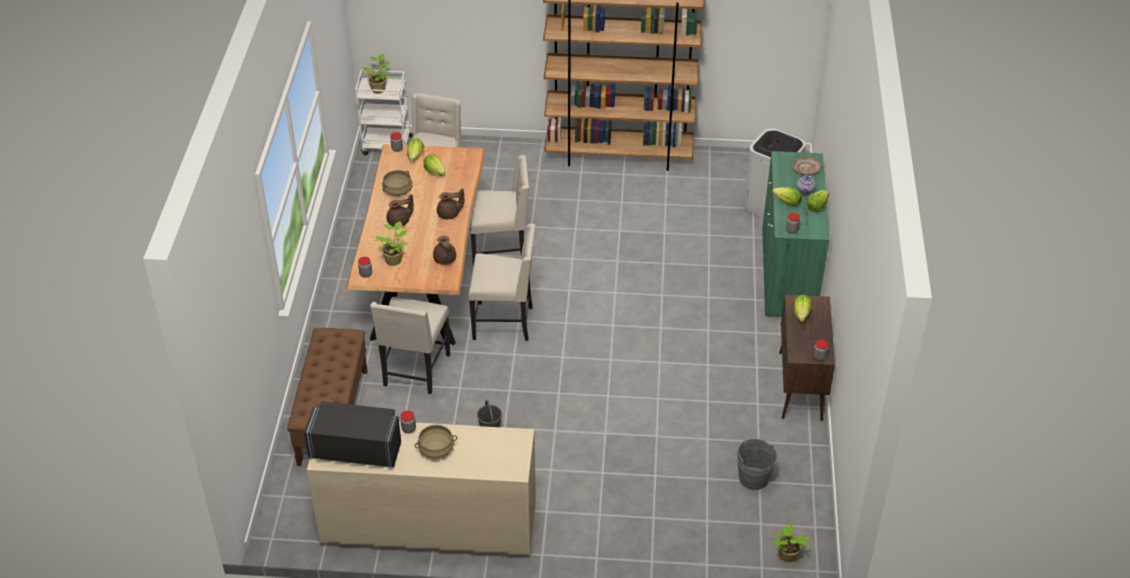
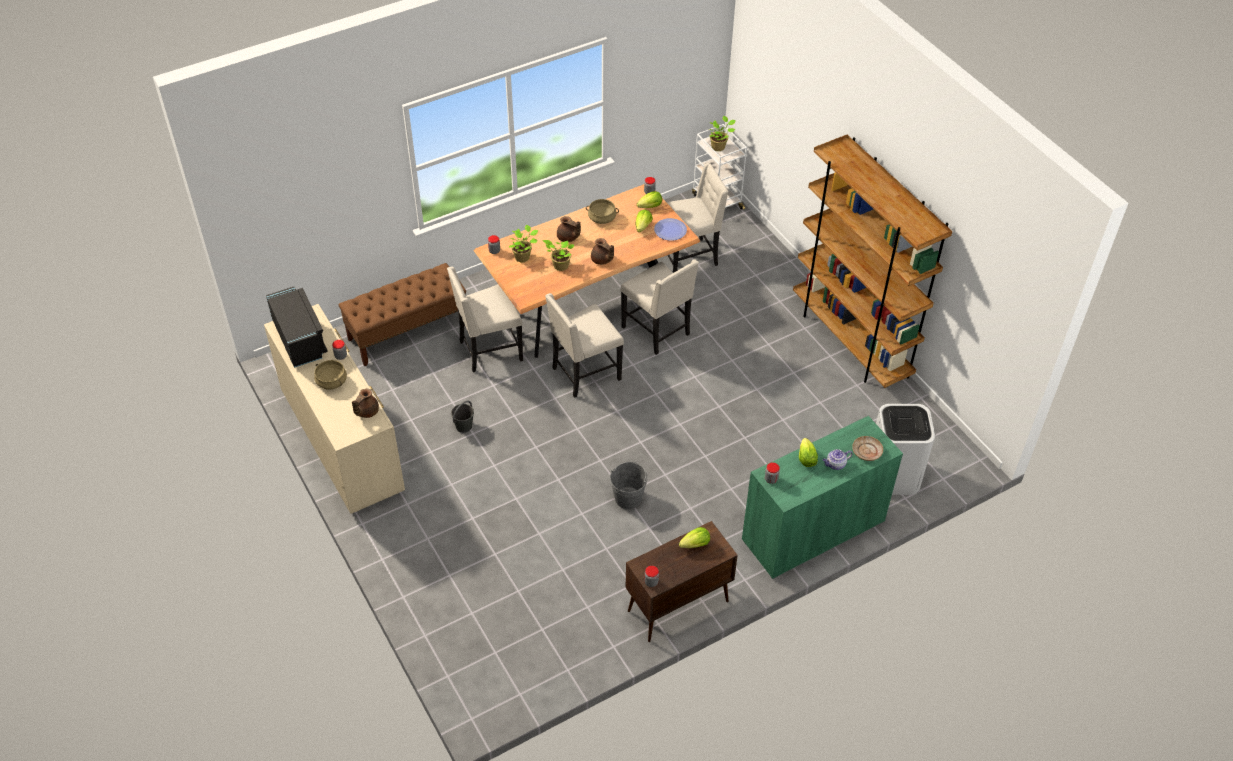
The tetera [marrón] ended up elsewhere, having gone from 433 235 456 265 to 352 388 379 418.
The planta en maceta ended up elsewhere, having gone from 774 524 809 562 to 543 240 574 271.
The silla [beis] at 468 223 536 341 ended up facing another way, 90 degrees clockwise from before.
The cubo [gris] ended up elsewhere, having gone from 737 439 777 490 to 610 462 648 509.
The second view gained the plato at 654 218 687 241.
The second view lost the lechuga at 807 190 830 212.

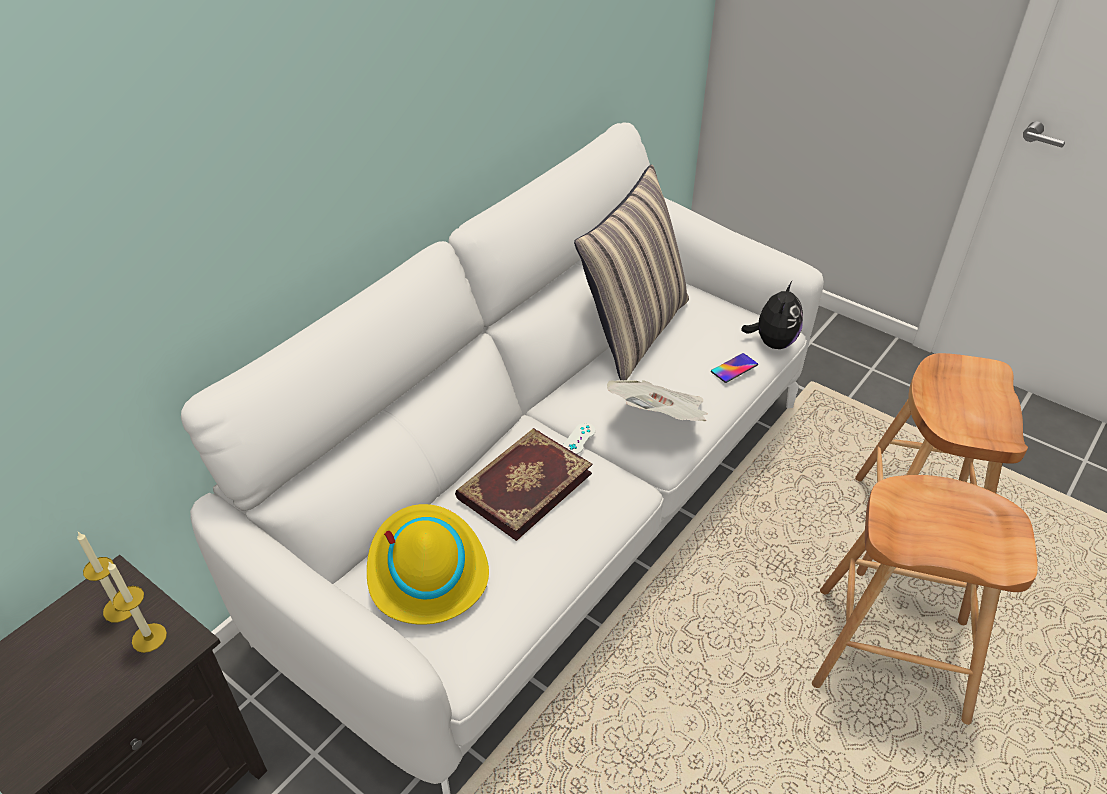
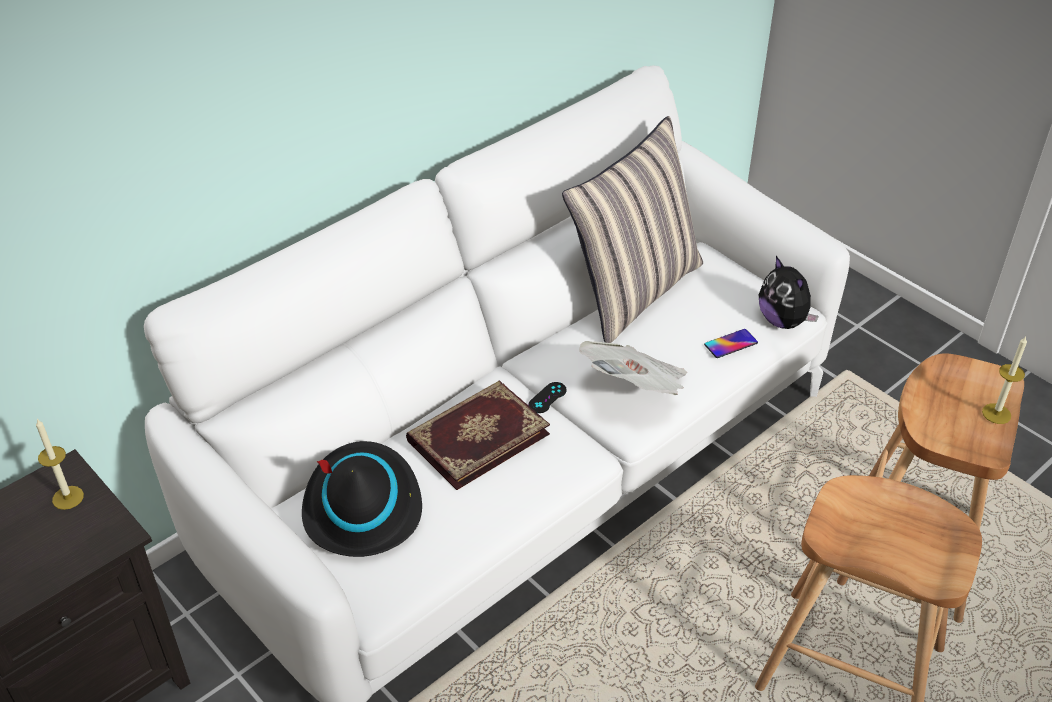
What was the sombrero [amarillo] at 367 504 489 625 turned into the sombrero [negro] at 302 441 422 557.
What was the mando de consola [blanco] at 563 423 595 454 turned into the mando de consola [negro] at 528 382 567 413.
The peluche at 741 280 803 349 ended up facing another way, 120 degrees clockwise from before.
The vela ended up elsewhere, having gone from 108 561 167 653 to 982 336 1027 424.

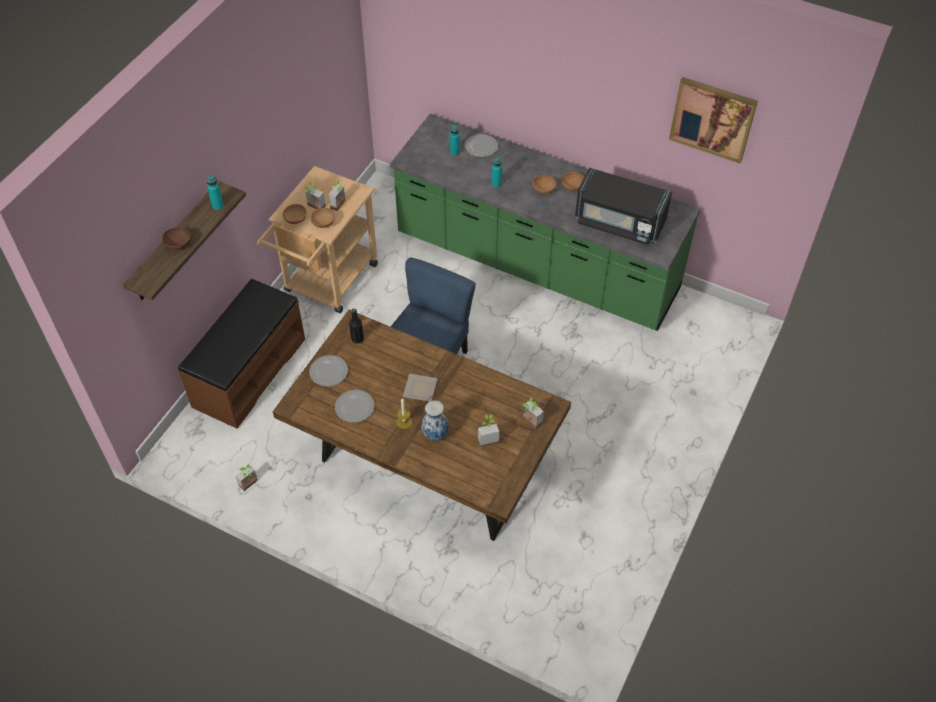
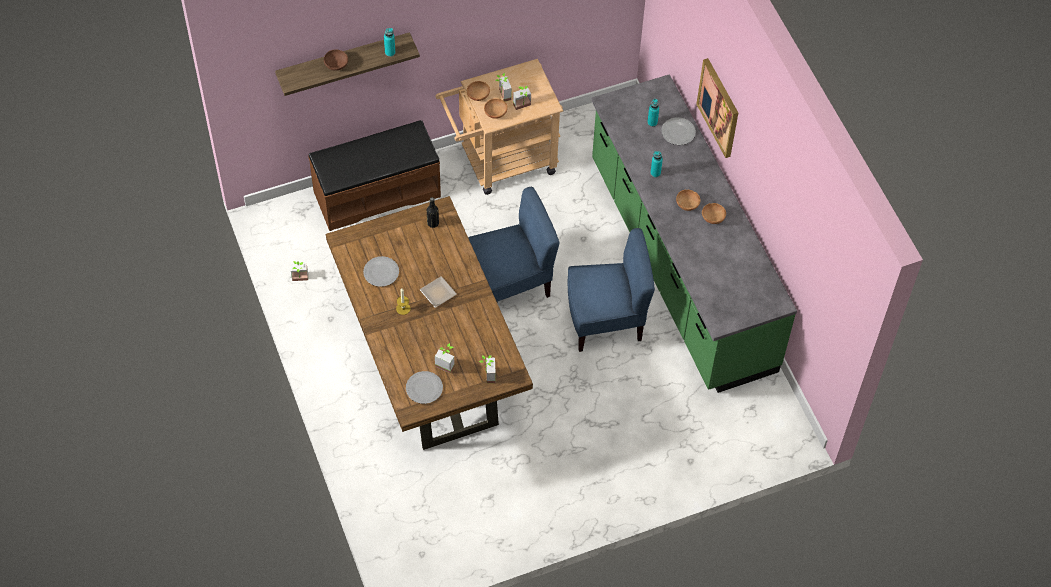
The plato ended up elsewhere, having gone from 309 355 348 387 to 406 371 443 404.
The second view gained the silla [azul] at 568 228 655 352.
The cuadro ended up elsewhere, having gone from 669 77 758 163 to 696 58 738 158.
The second view lost the florero at 421 400 449 441.
The second view lost the microondas [negro] at 575 168 672 245.

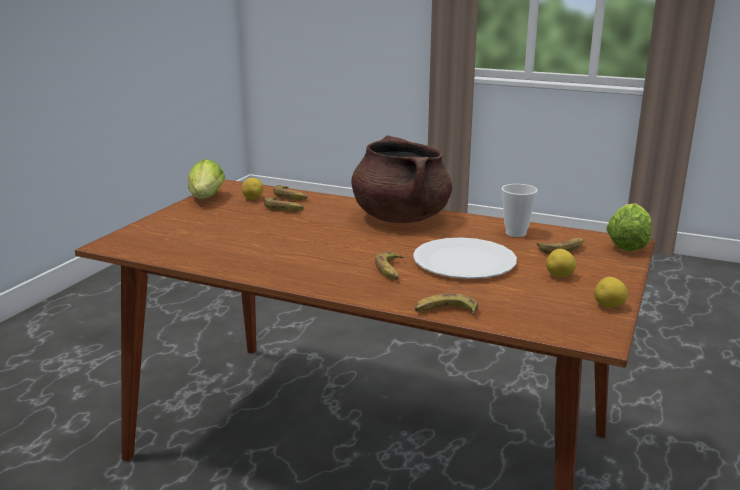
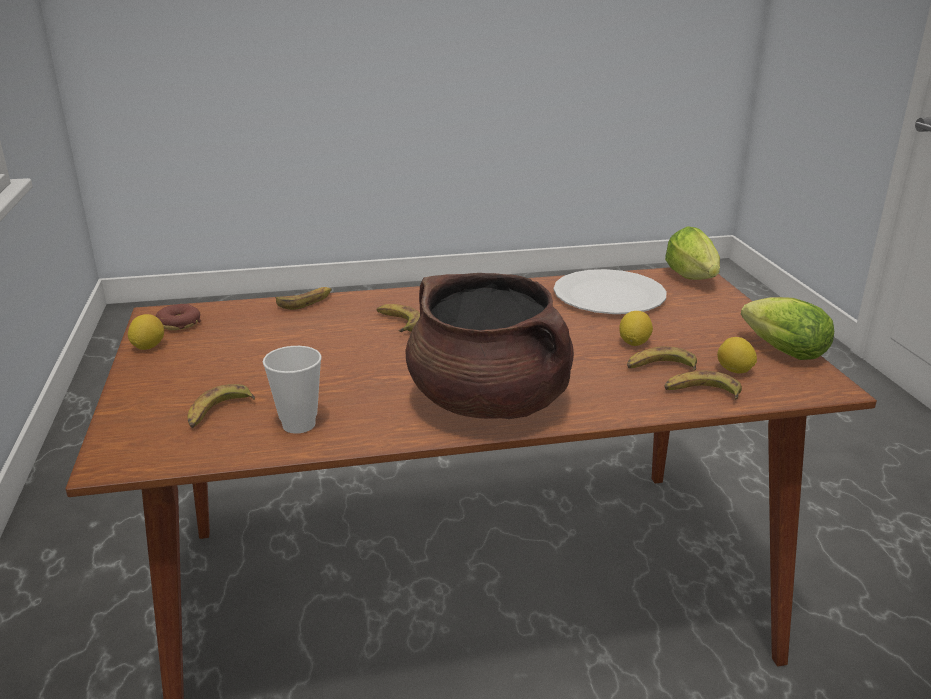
The second view gained the rosquilla at 156 304 201 330.
The plato [blanco] ended up elsewhere, having gone from 413 237 517 279 to 553 269 666 314.
The limón ended up elsewhere, having gone from 546 249 576 277 to 619 311 653 346.
The lechuga ended up elsewhere, having gone from 606 203 652 251 to 665 226 720 280.

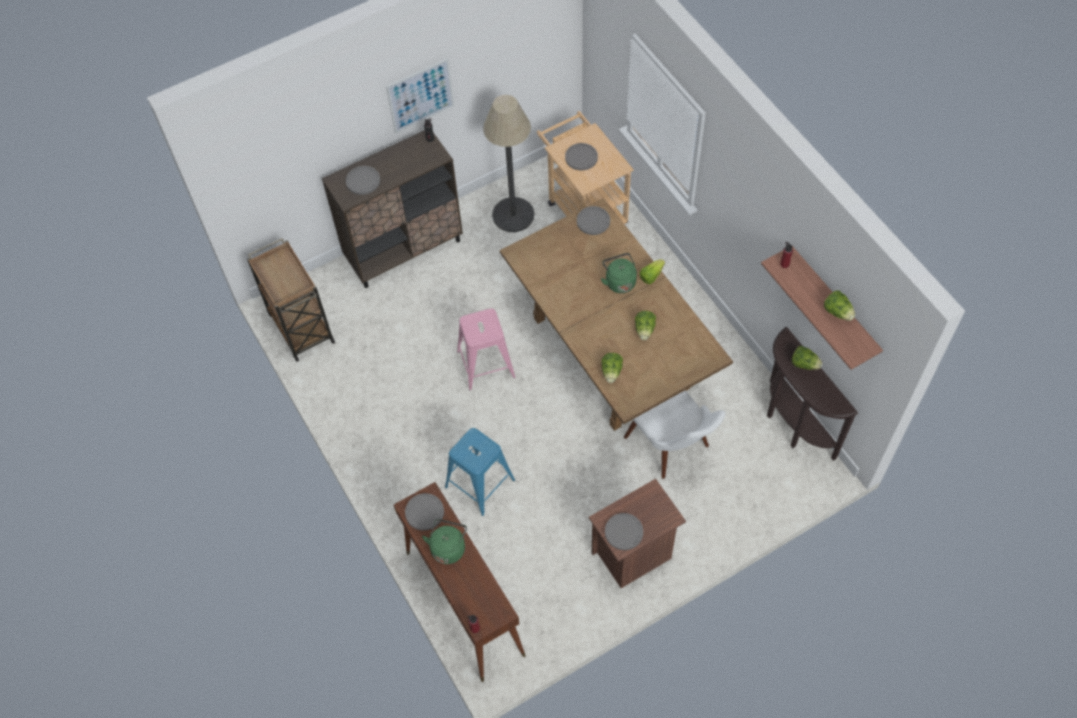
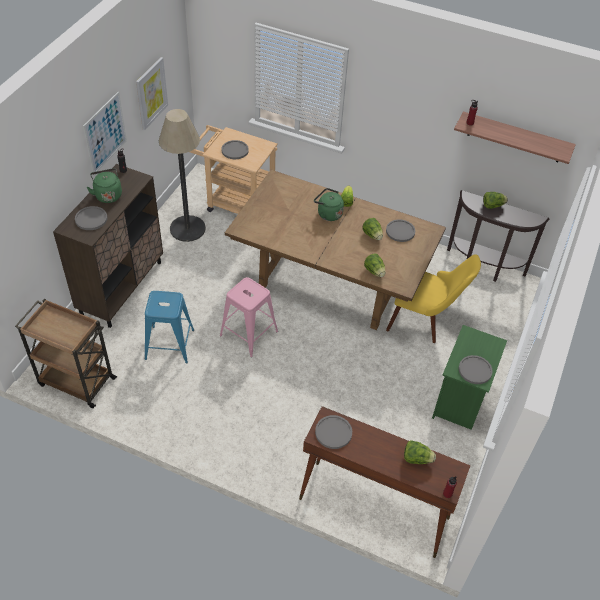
The hervidor [verde] ended up elsewhere, having gone from 422 519 467 564 to 87 168 122 203.
The second view gained the cuadro at 136 57 168 130.
The taburete [azul] ended up elsewhere, having gone from 445 428 515 516 to 145 291 194 363.
The plato [gris] ended up elsewhere, having gone from 577 206 610 235 to 386 219 415 242.
What was the silla [blanco] at 624 391 726 479 turned into the silla [amarillo] at 386 254 481 343.
The lechuga ended up elsewhere, having gone from 824 291 855 321 to 404 440 436 464.
What was the mesita de noche [marrón] at 589 479 686 588 turned into the mesita de noche [verde] at 432 325 507 430.

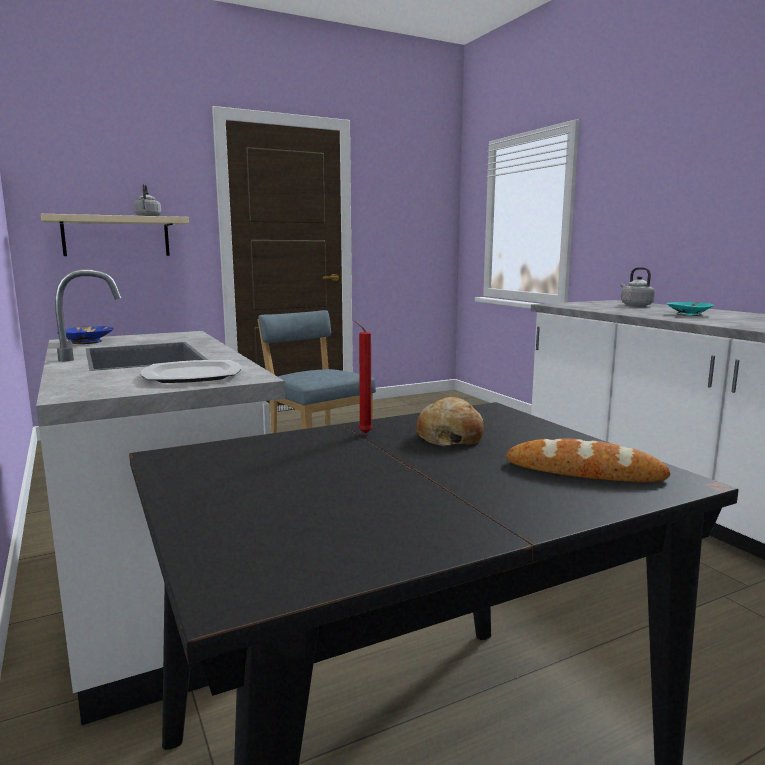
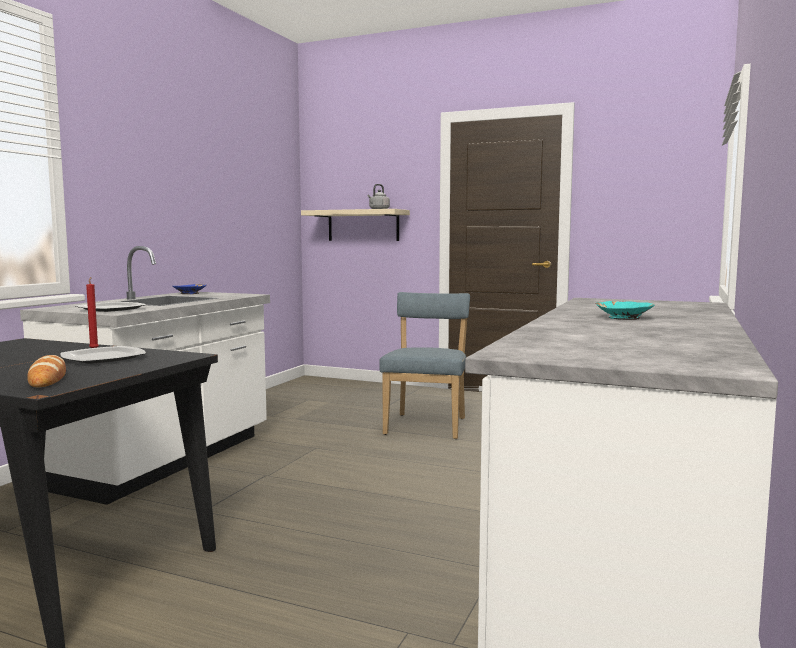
Where the pan stood at 416 397 484 446, the plato came to stand at 60 346 146 364.
The second view lost the hervidor [gris] at 621 267 655 306.

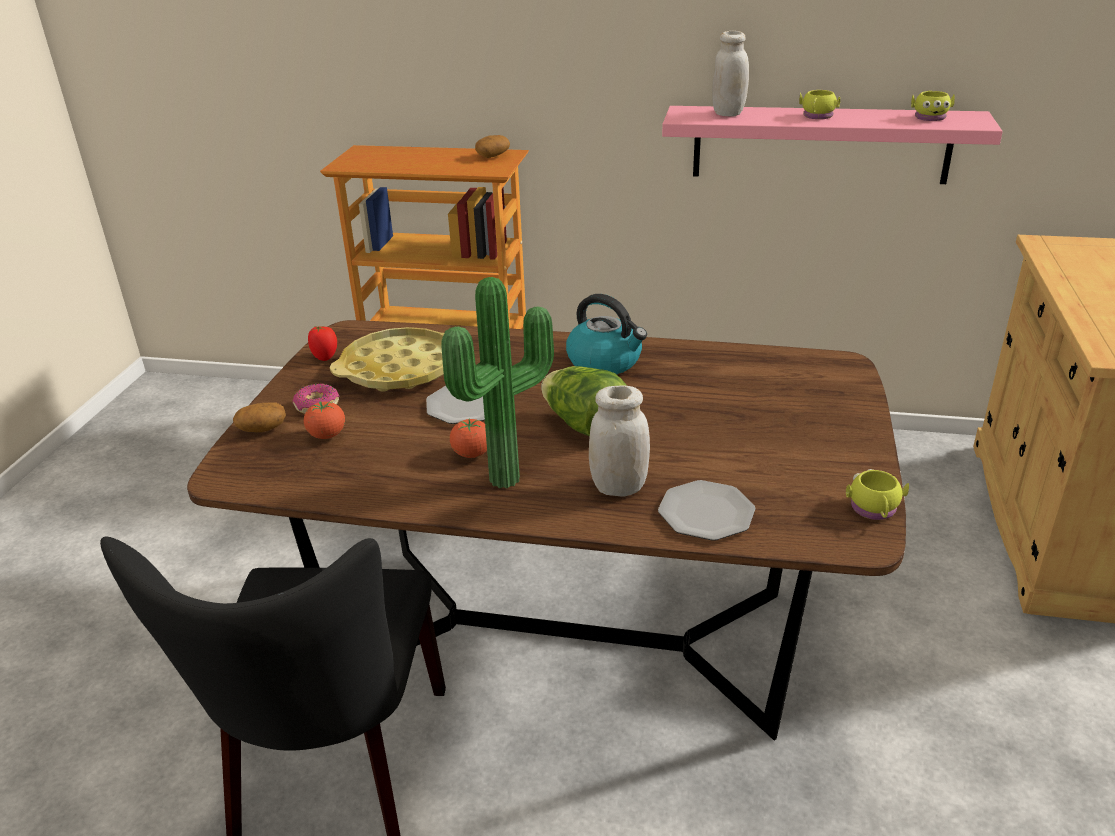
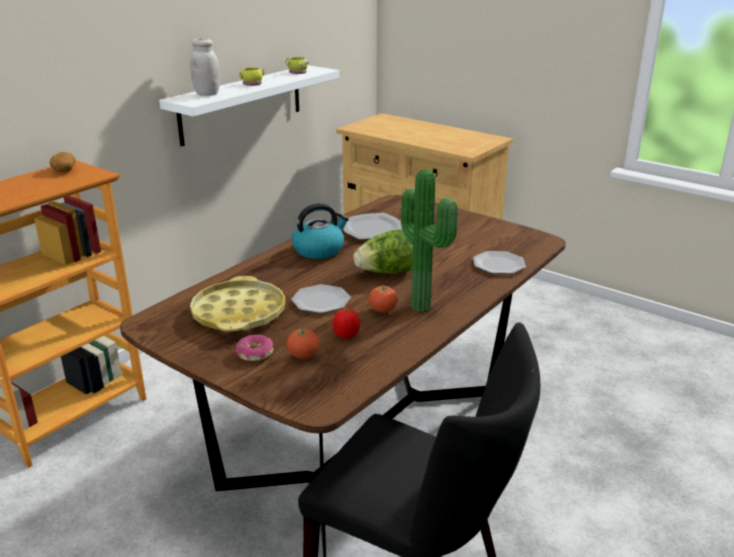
What was the estante [rosa] at 662 106 1003 184 turned into the estante [blanco] at 159 65 339 146.
The tomate ended up elsewhere, having gone from 308 326 337 361 to 333 308 360 338.
The second view gained the plato at 343 213 402 240.
The second view lost the patata at 233 402 286 432.
The second view lost the tarro [blanco] at 589 385 650 497.
The second view lost the taza grande [amarillo] at 846 469 909 520.

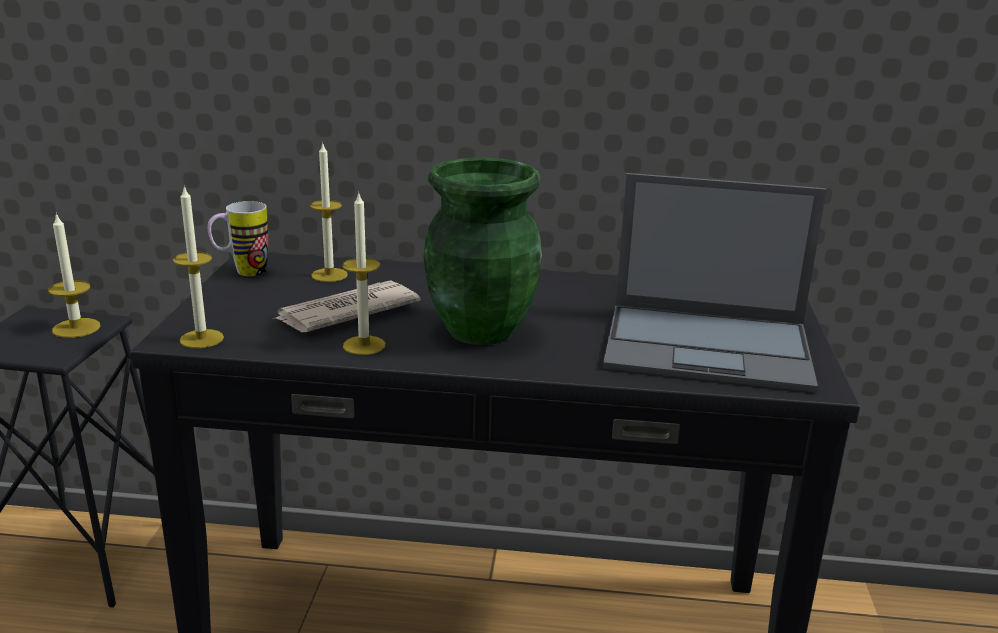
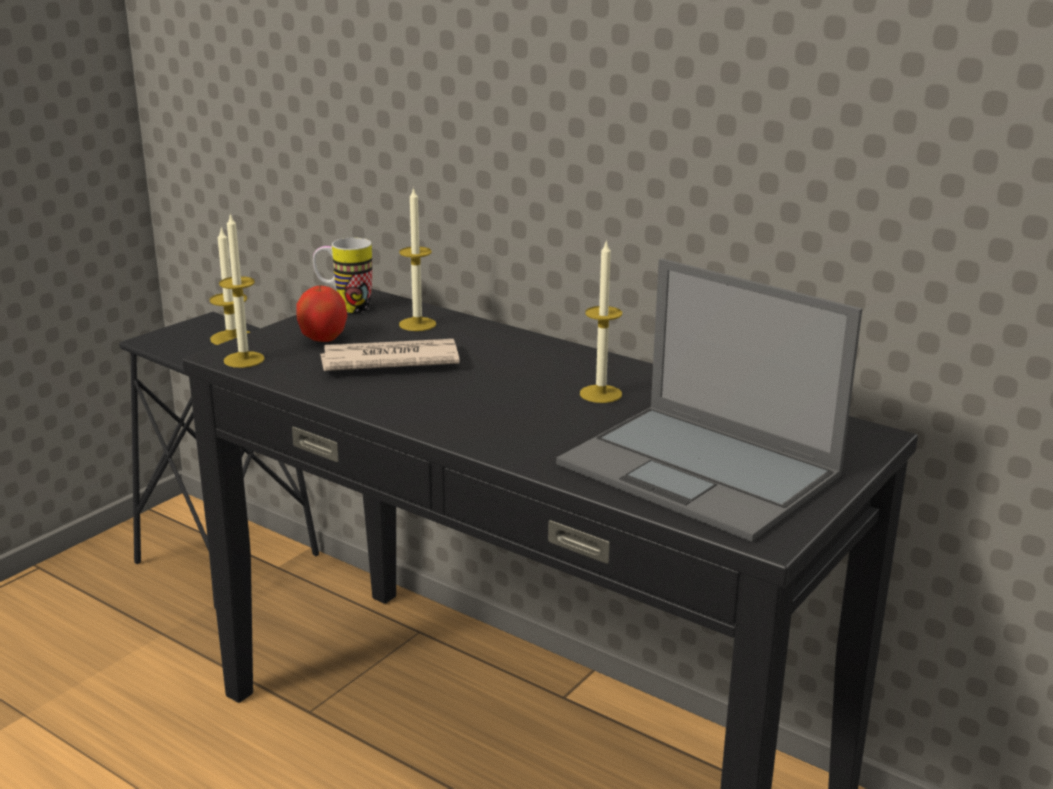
The second view gained the manzana at 297 286 348 342.
The vela ended up elsewhere, having gone from 342 192 386 355 to 580 239 622 403.
The second view lost the florero [verde] at 424 157 542 345.

